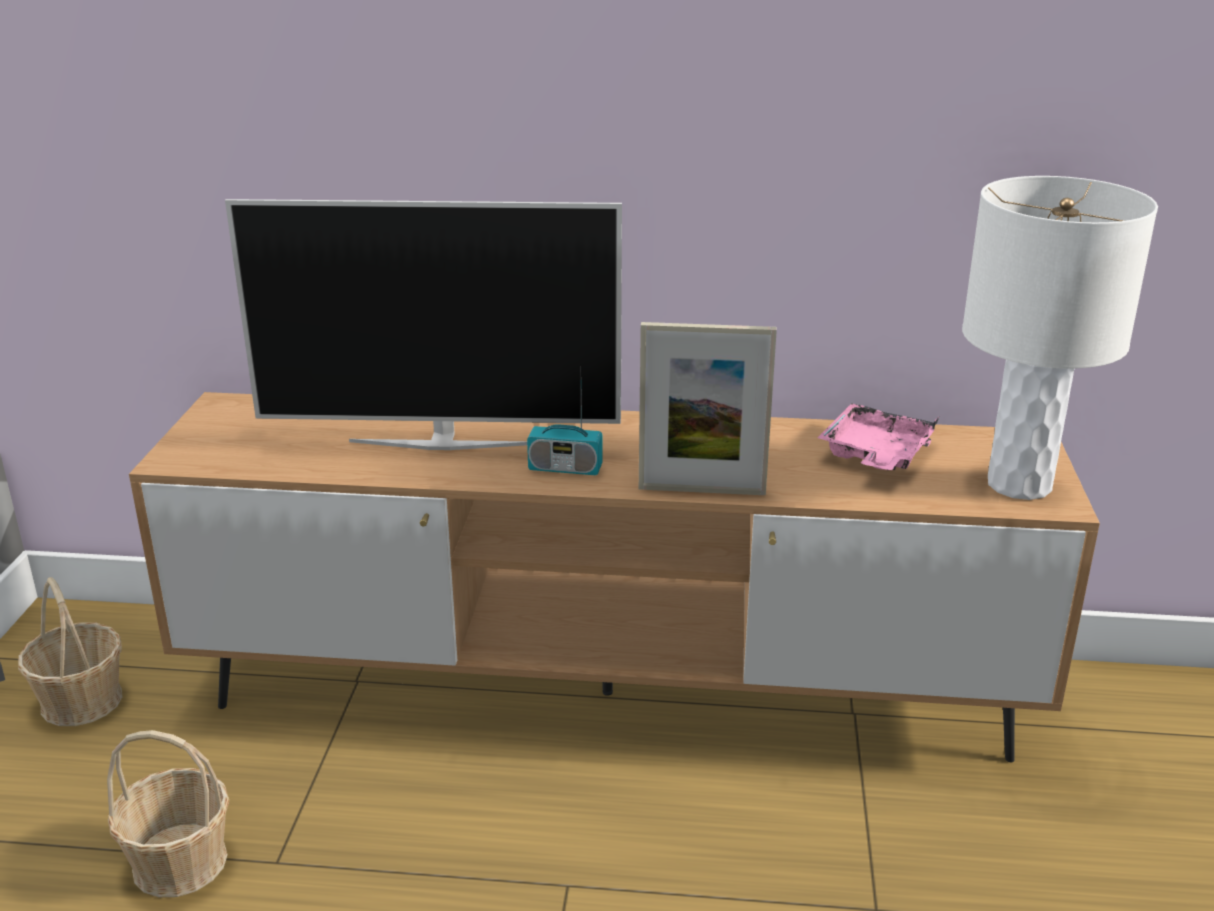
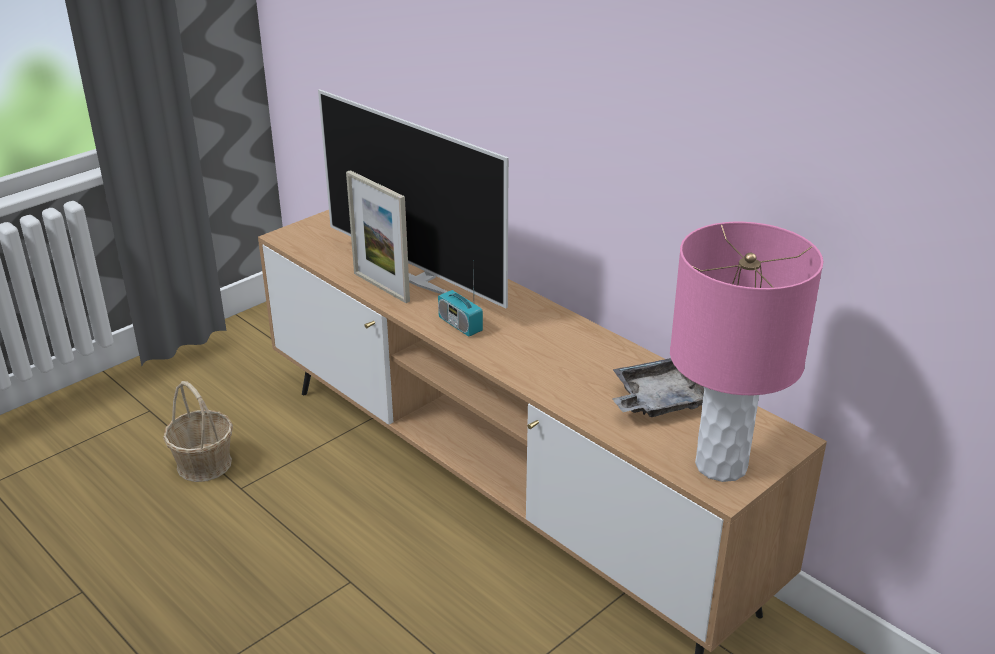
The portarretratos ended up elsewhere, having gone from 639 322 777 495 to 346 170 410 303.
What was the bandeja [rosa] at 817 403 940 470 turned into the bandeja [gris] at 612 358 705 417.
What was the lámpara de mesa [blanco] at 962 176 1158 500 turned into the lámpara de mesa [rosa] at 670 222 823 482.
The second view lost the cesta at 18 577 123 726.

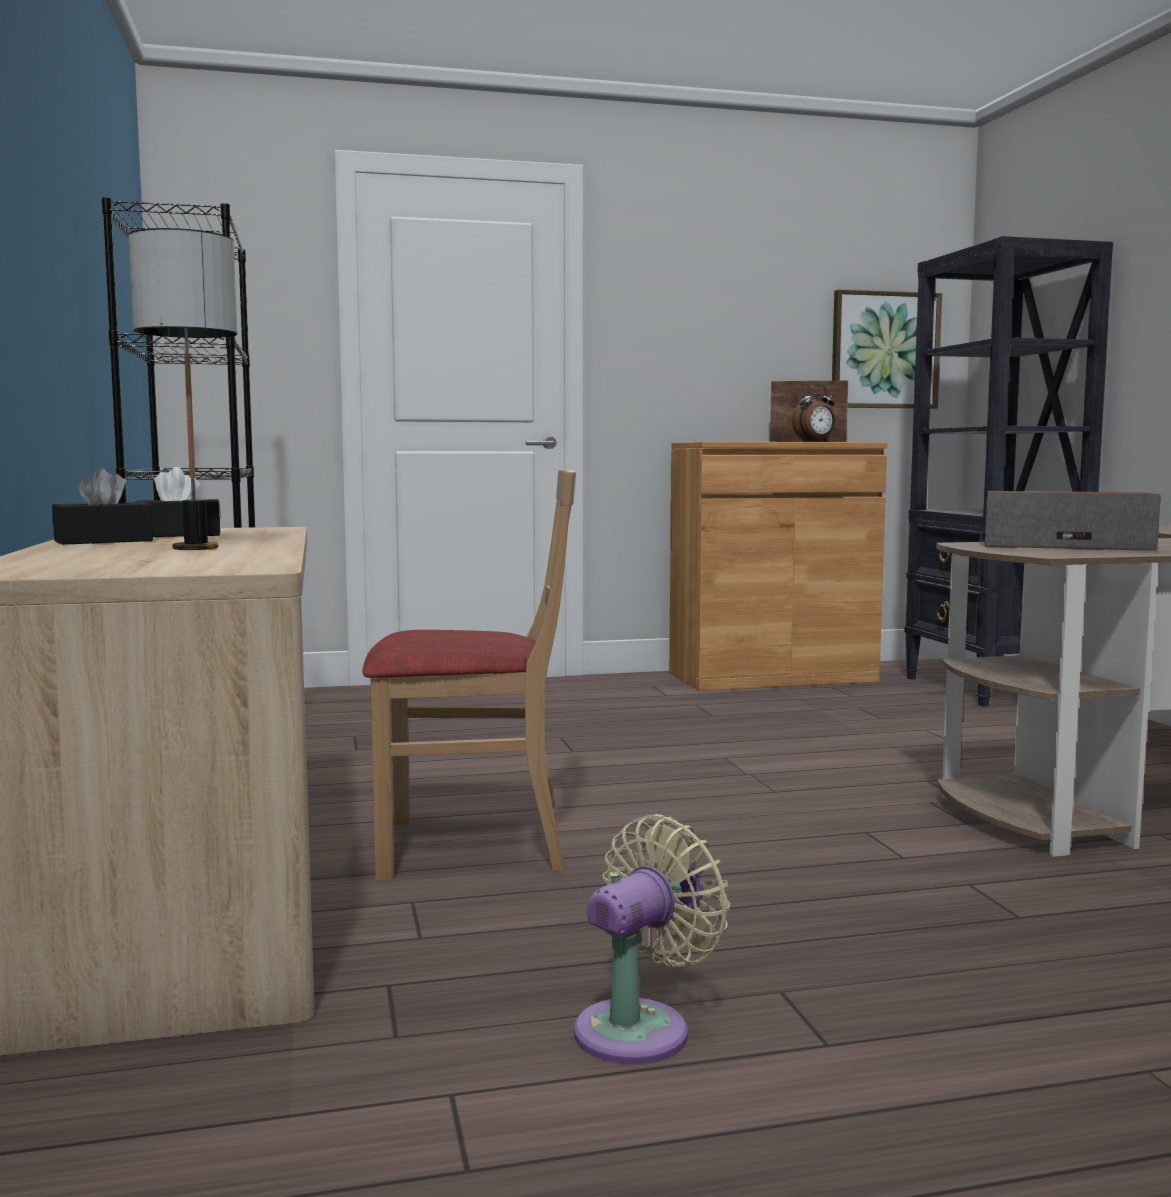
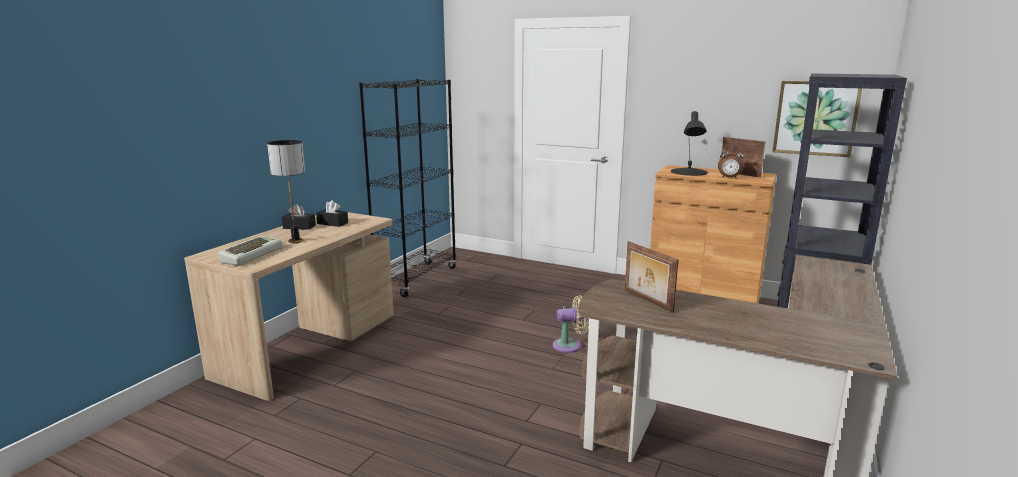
The second view gained the teclado at 218 235 282 266.
The ventilador [beis] ended up elsewhere, having gone from 574 814 730 1064 to 553 295 589 353.
Where the altavoz stood at 985 491 1161 551, the portarretratos came to stand at 625 241 679 312.
The second view gained the lámpara de mesa [negro] at 671 111 708 176.
The second view lost the silla [beis] at 362 469 576 880.

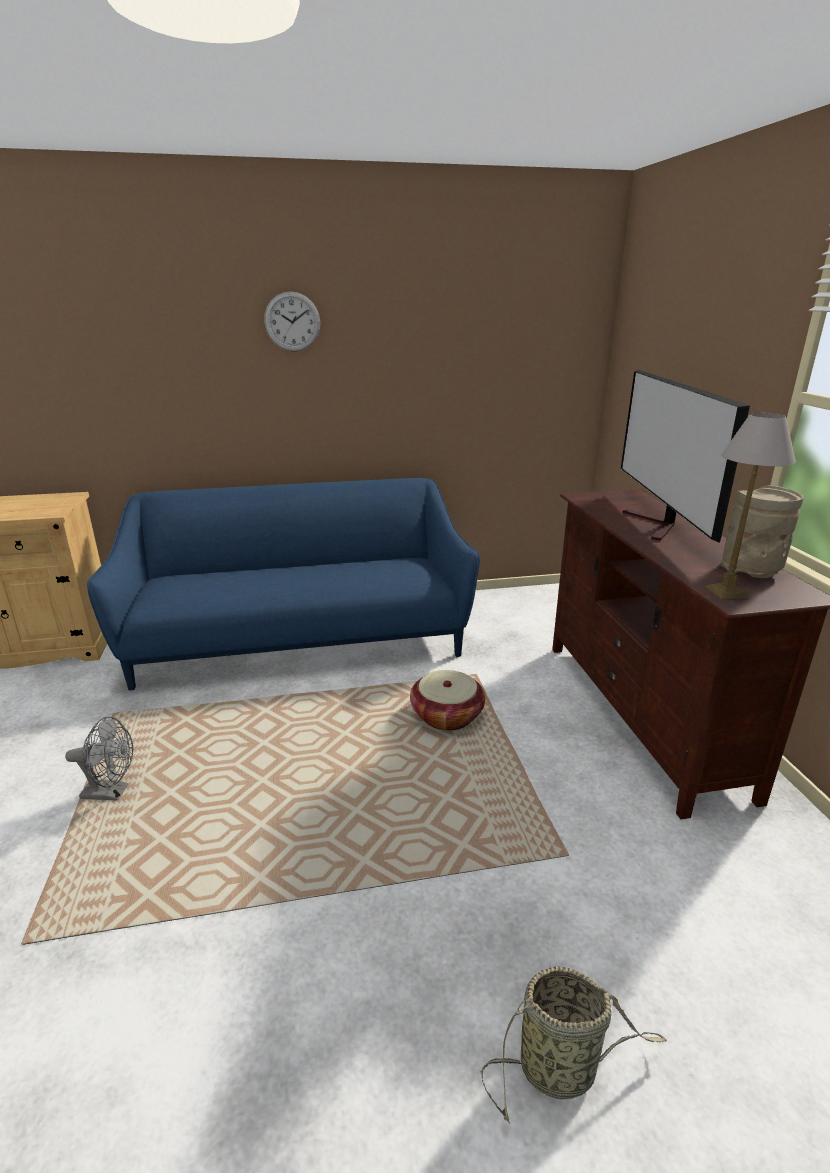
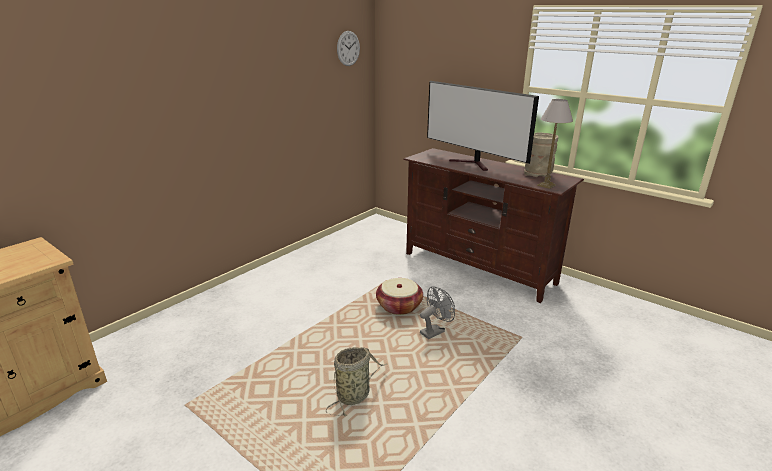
The cesta ended up elsewhere, having gone from 481 966 667 1124 to 326 347 387 416.
The reloj de pared ended up elsewhere, having gone from 264 291 320 352 to 337 31 360 66.
The ventilador [gris] ended up elsewhere, having gone from 65 717 133 801 to 420 287 455 339.
The second view lost the sofá [azul] at 87 478 480 690.

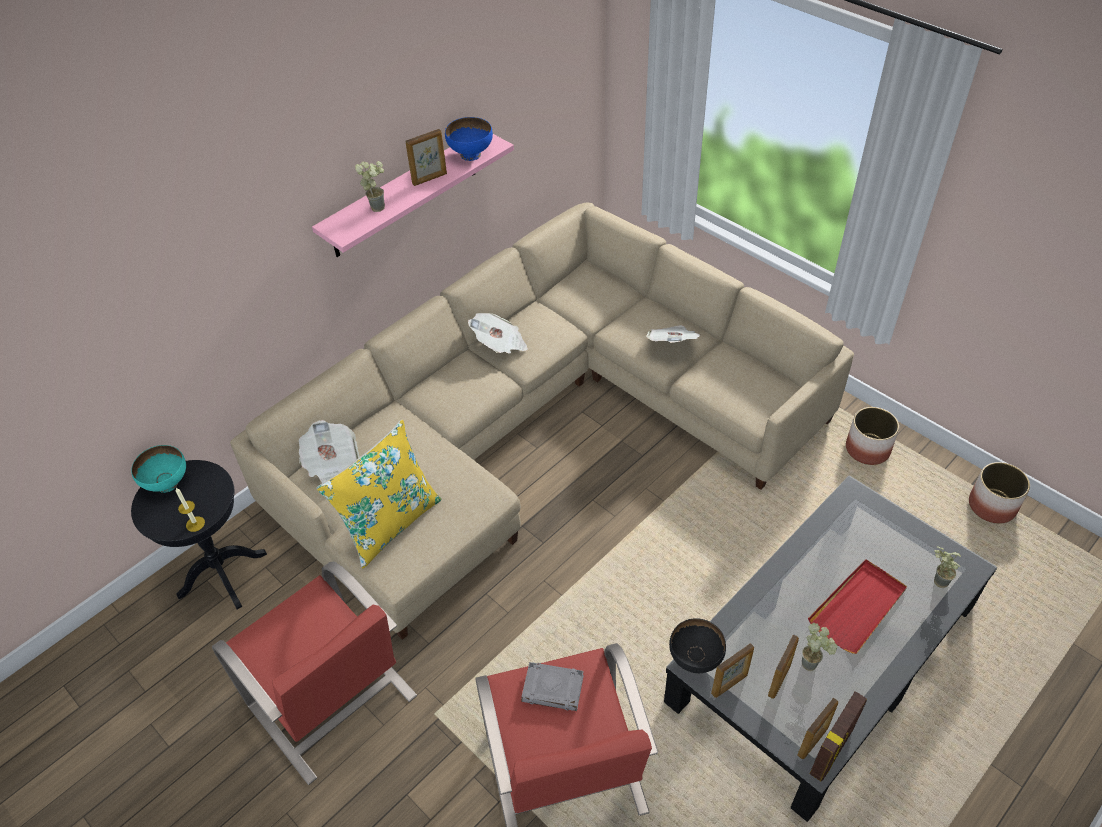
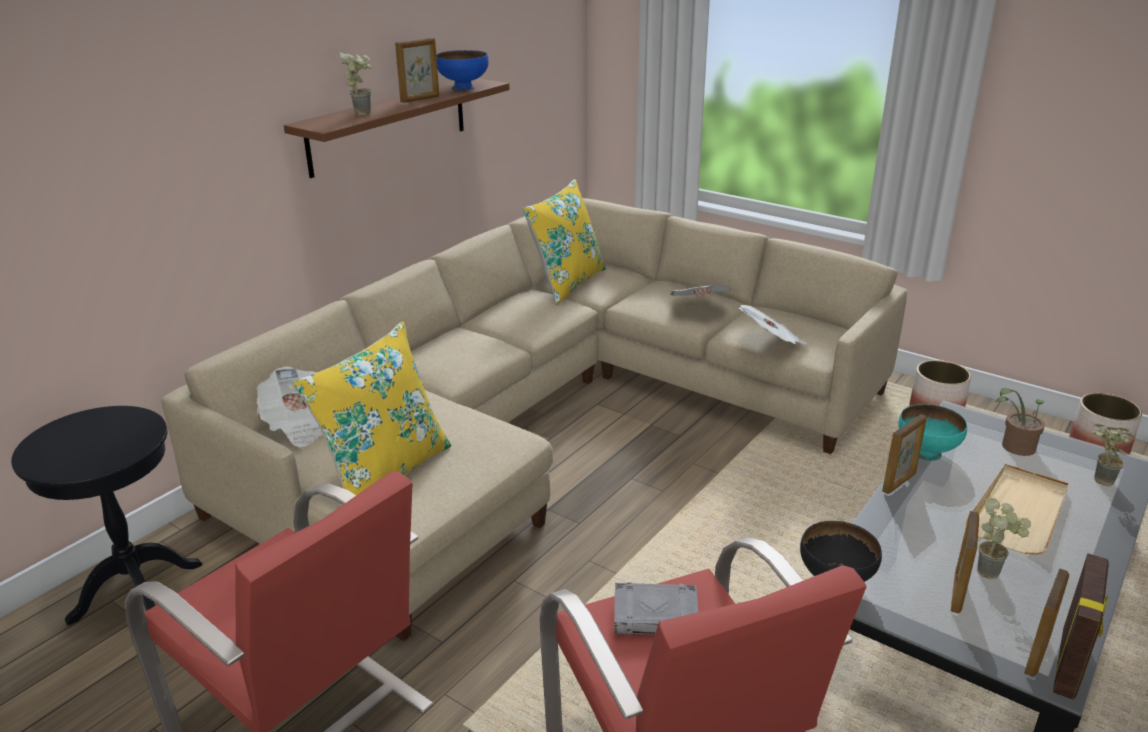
What was the estante [rosa] at 312 134 514 257 turned into the estante [marrón] at 284 78 510 178.
The second view gained the cojín [amarillo] at 522 179 606 305.
The periódico ended up elsewhere, having gone from 468 313 528 354 to 738 305 809 345.
The portarretratos ended up elsewhere, having gone from 711 643 754 698 to 882 414 927 494.
The cuenco [turquesa] ended up elsewhere, having gone from 131 445 186 493 to 898 404 967 461.
What was the bandeja [rojo] at 808 559 907 654 turned into the bandeja [beis] at 965 464 1069 554.
The second view gained the planta en maceta at 996 388 1045 456.
The second view lost the vela at 176 488 205 532.

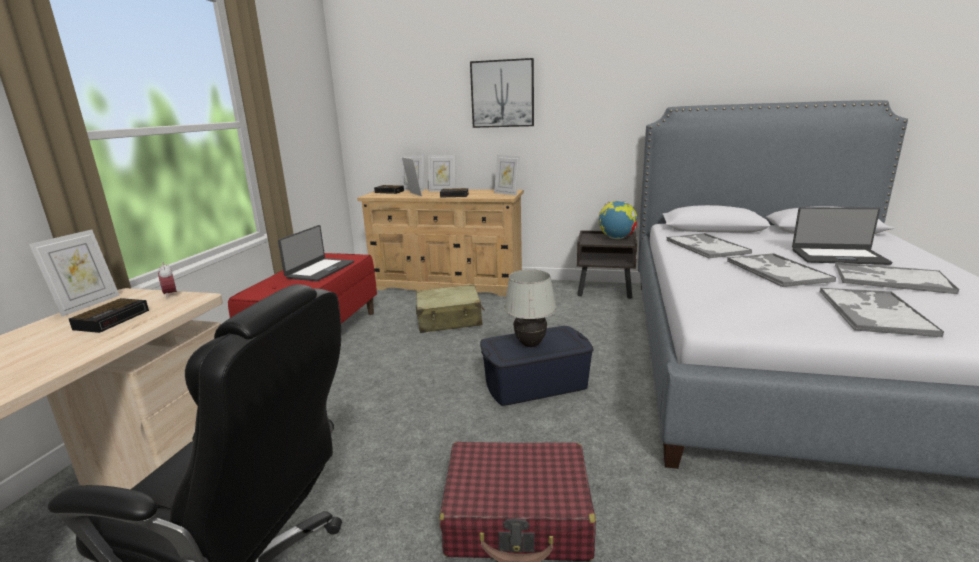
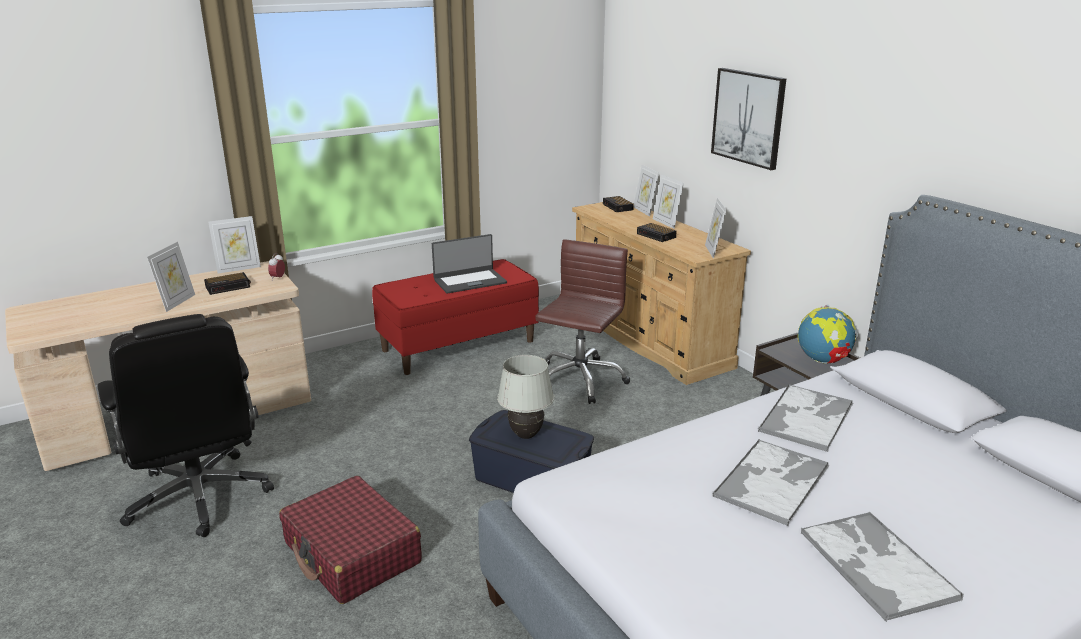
The portarretratos ended up elsewhere, having gone from 402 157 422 196 to 147 242 195 312.
Where the maleta [beis] stood at 416 284 485 333, the silla de oficina [marrón] came to stand at 535 239 630 404.
The second view lost the portátil at 792 207 892 265.
The second view lost the bandeja at 820 287 944 337.

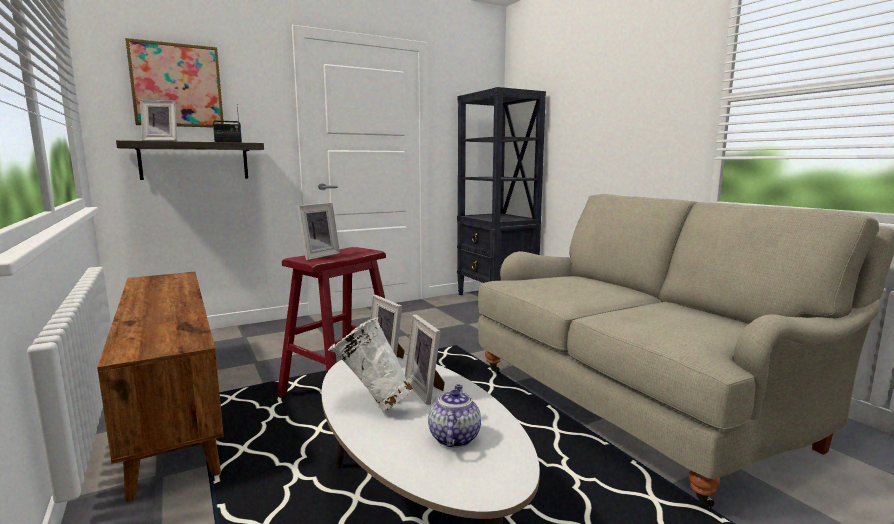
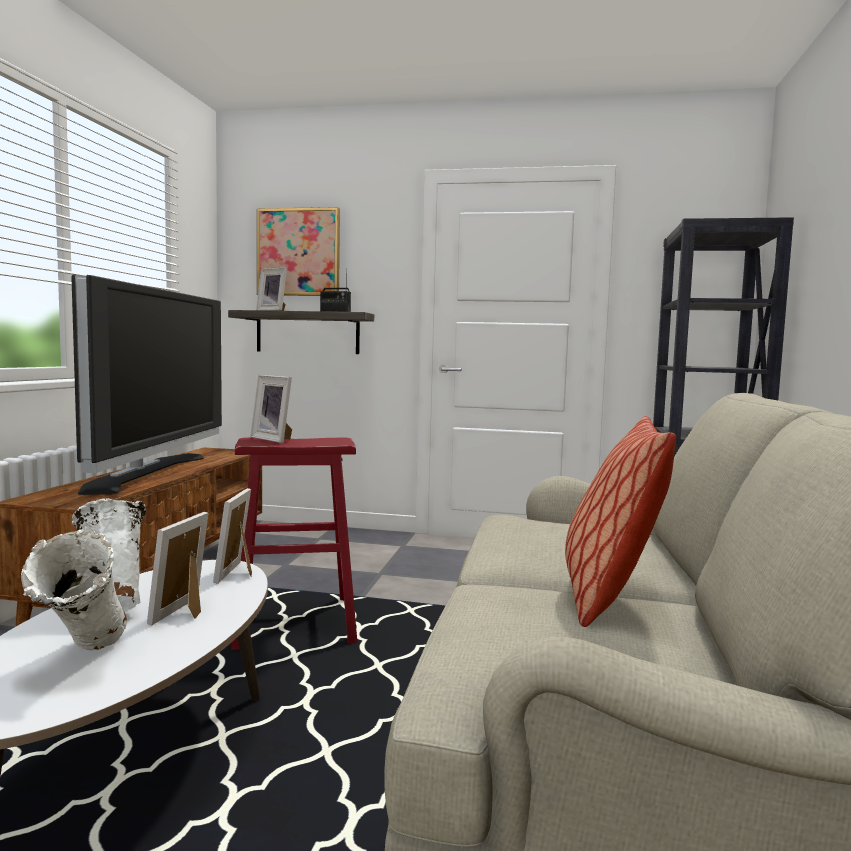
Where the tetera stood at 428 384 481 448, the florero [blanco] came to stand at 21 529 127 651.
The second view gained the televisor at 71 275 222 495.
The portarretratos at 297 202 340 260 ended up facing another way, 60 degrees clockwise from before.
The second view gained the cojín at 565 416 676 627.

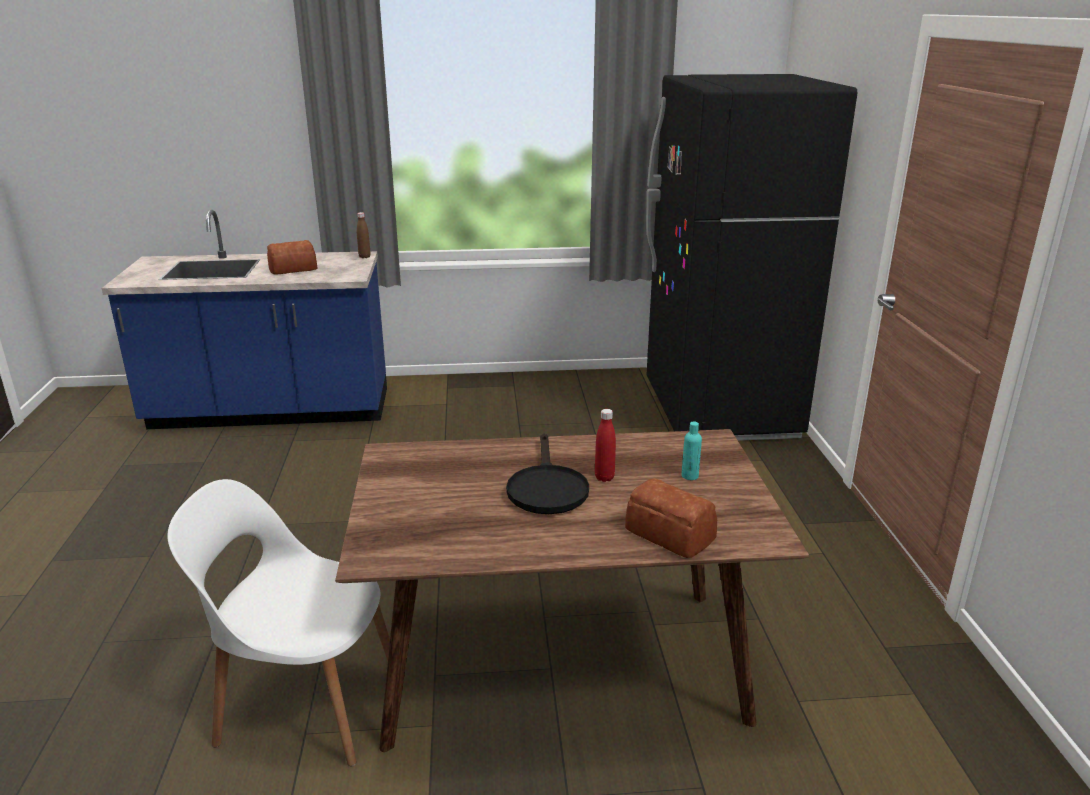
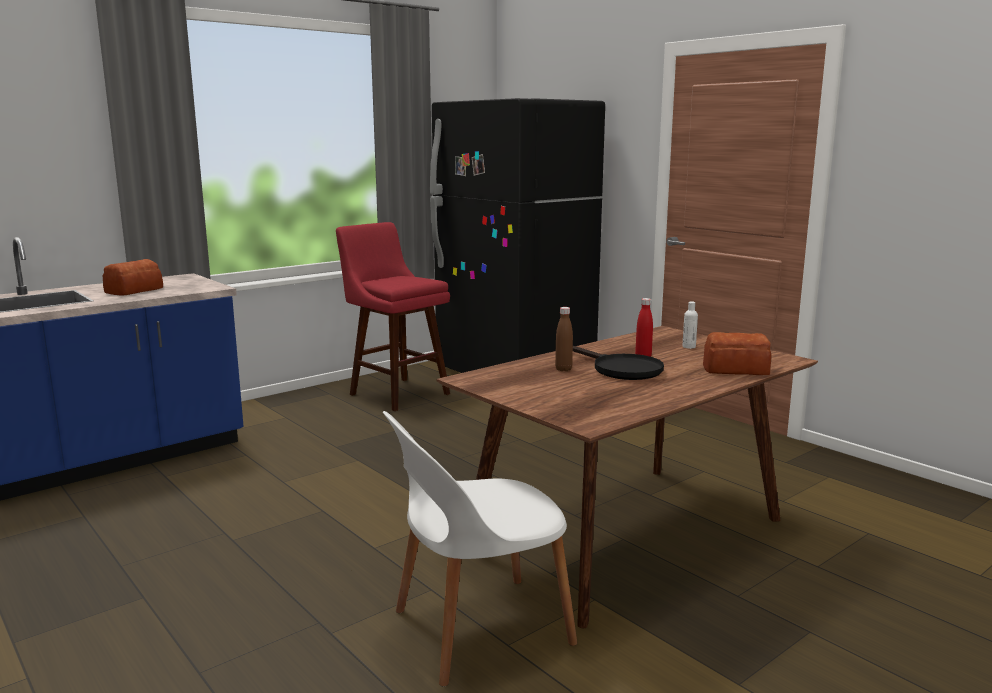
The second view gained the taburete [rojo] at 336 222 450 411.
The botella [marrón] ended up elsewhere, having gone from 357 212 371 258 to 555 307 573 371.
What was the botella [turquesa] at 682 421 702 480 turned into the botella [blanco] at 682 301 698 349.

